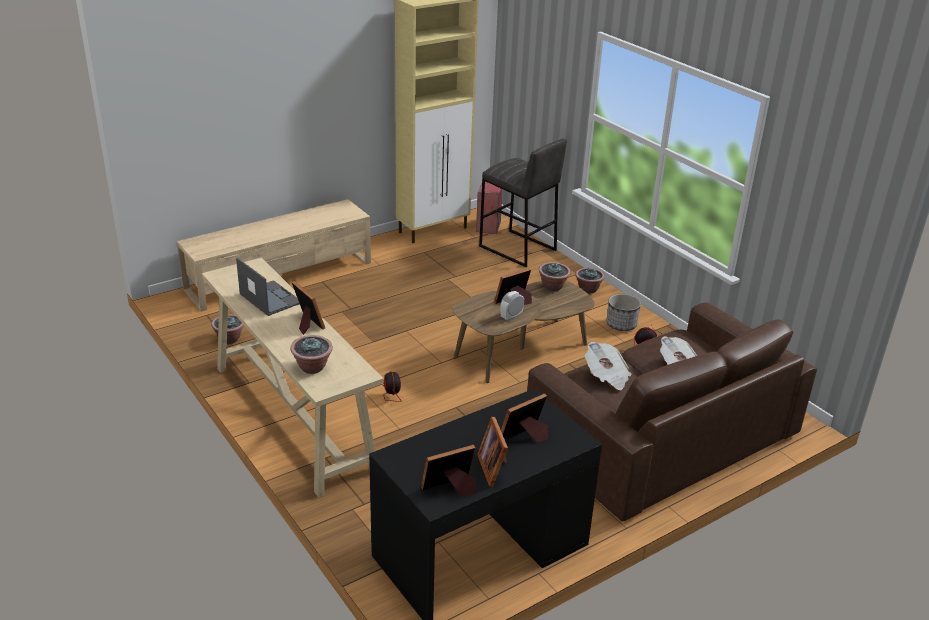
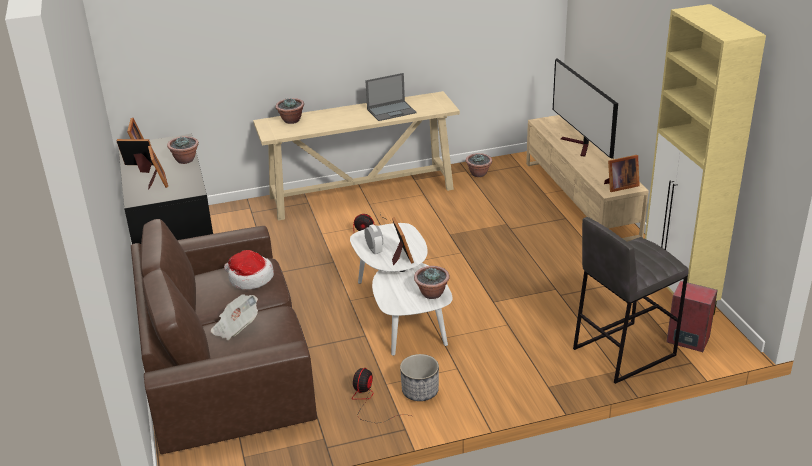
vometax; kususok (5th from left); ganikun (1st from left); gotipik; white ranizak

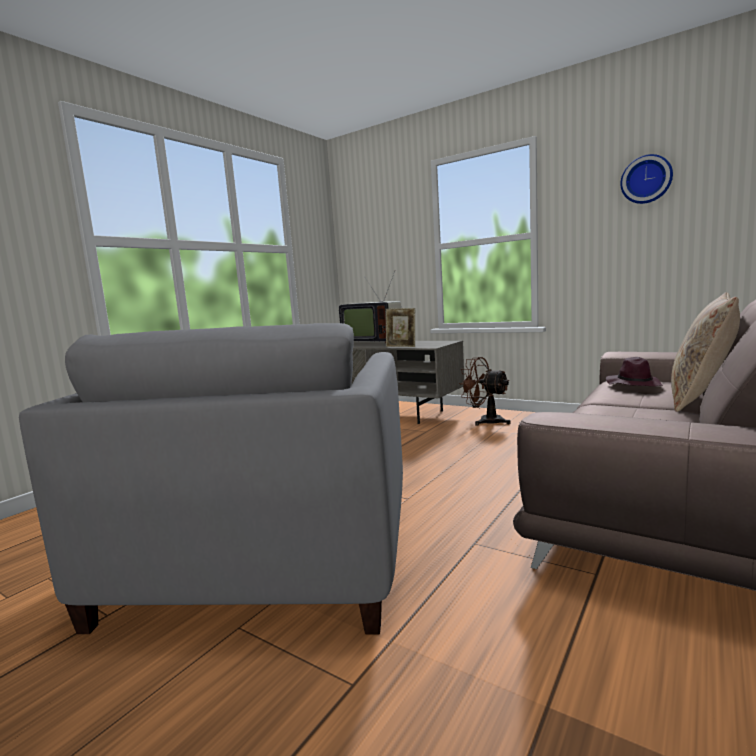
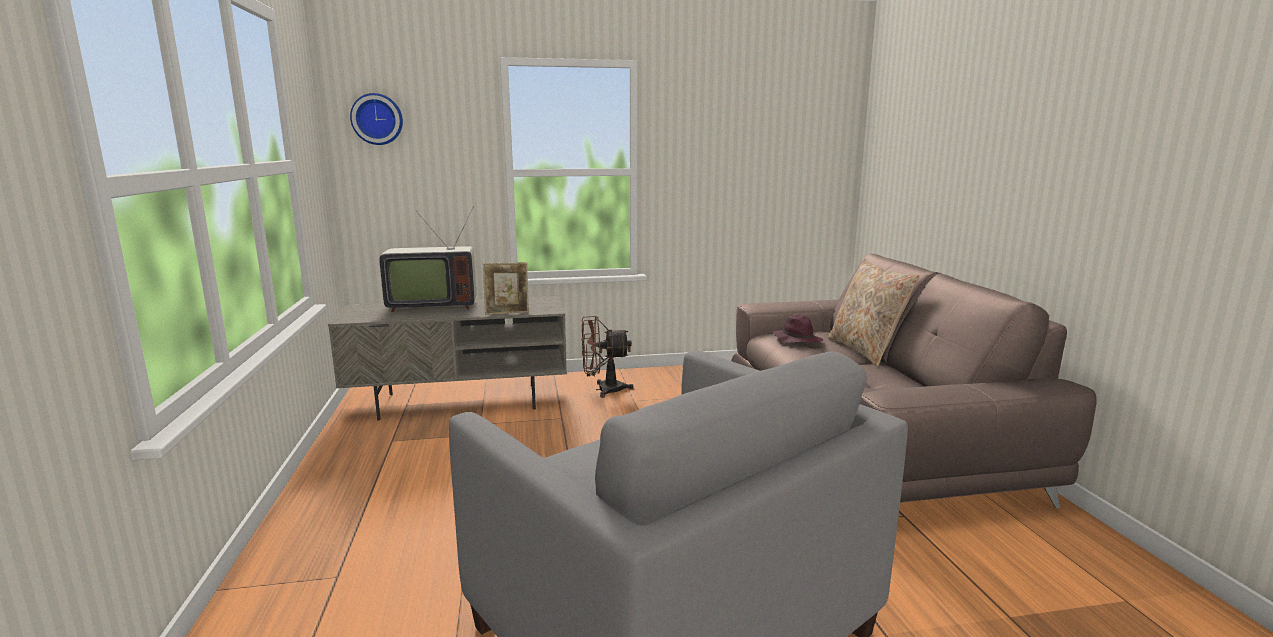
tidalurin

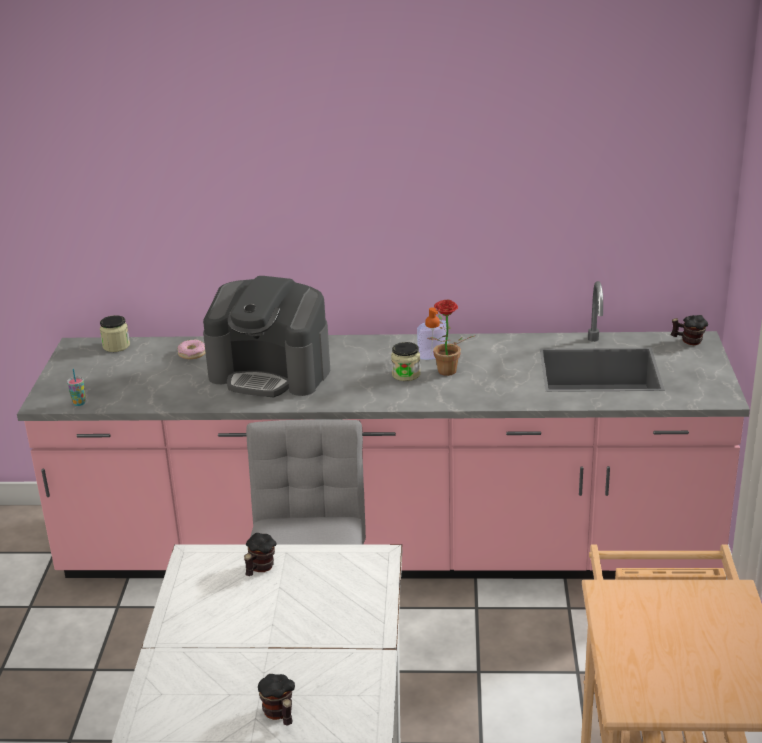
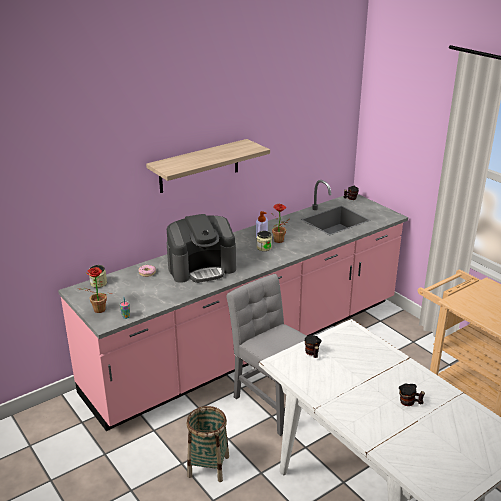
ganikun (1st from left); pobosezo; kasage

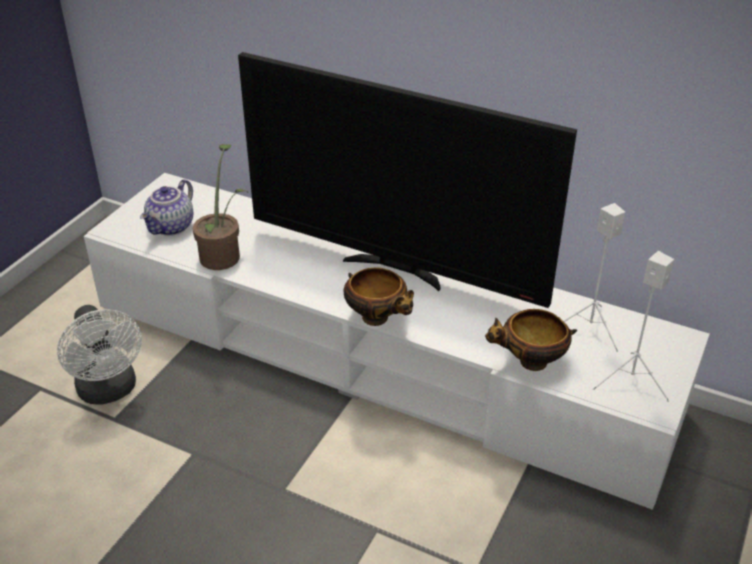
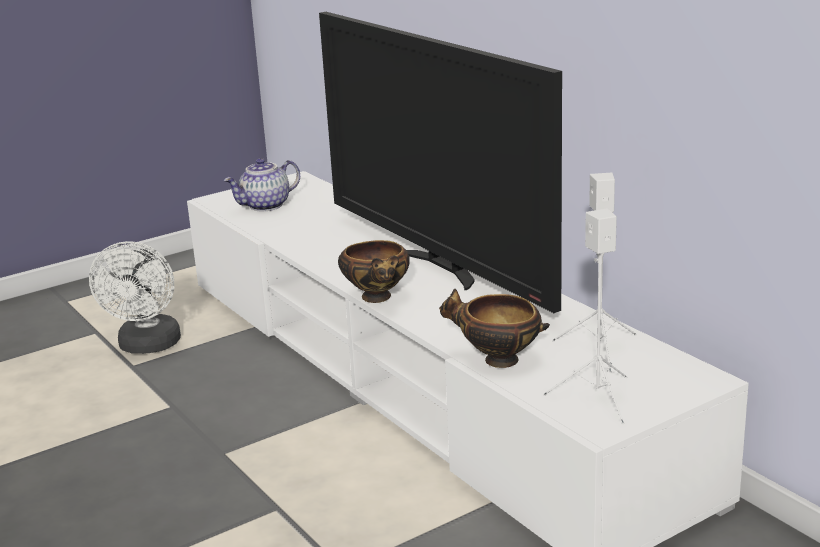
ganikun

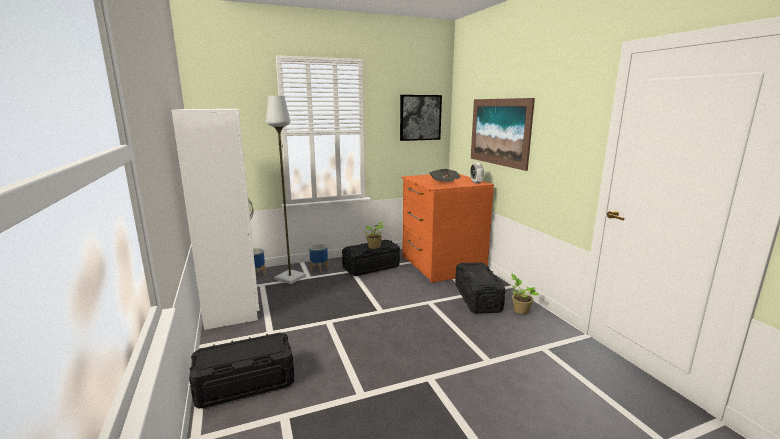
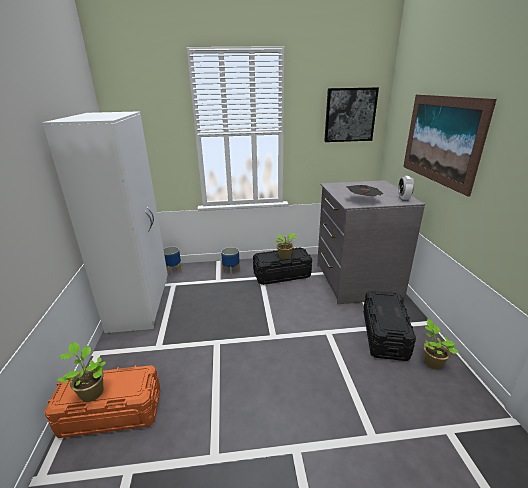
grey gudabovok; ganikun (1st from left); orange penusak; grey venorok

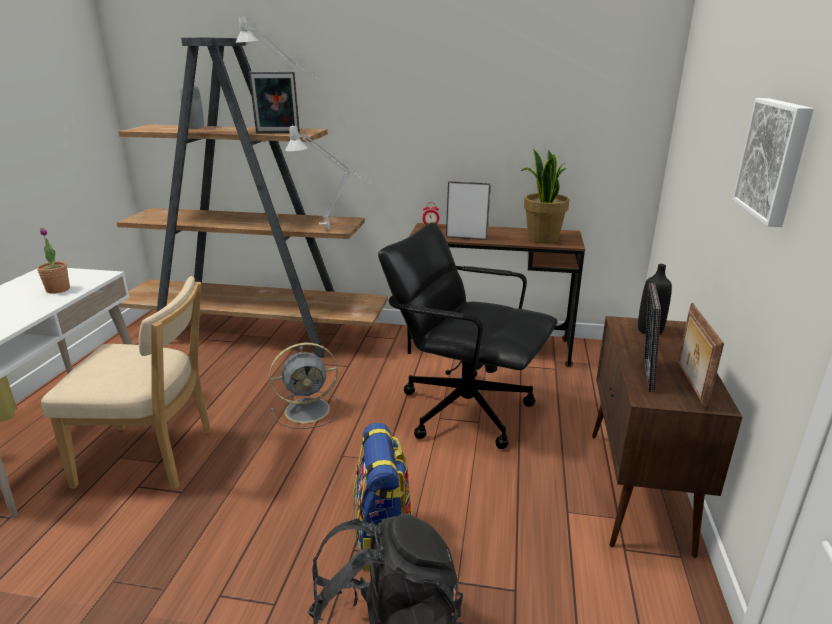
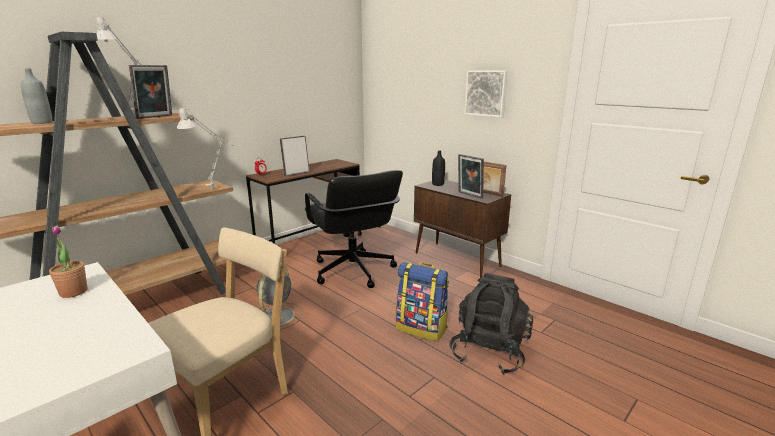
ganikun (2nd from left in the first image); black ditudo

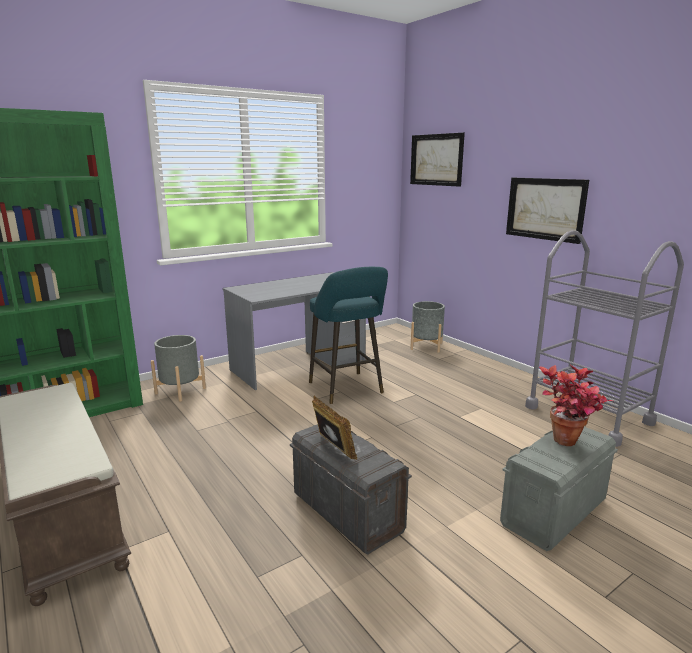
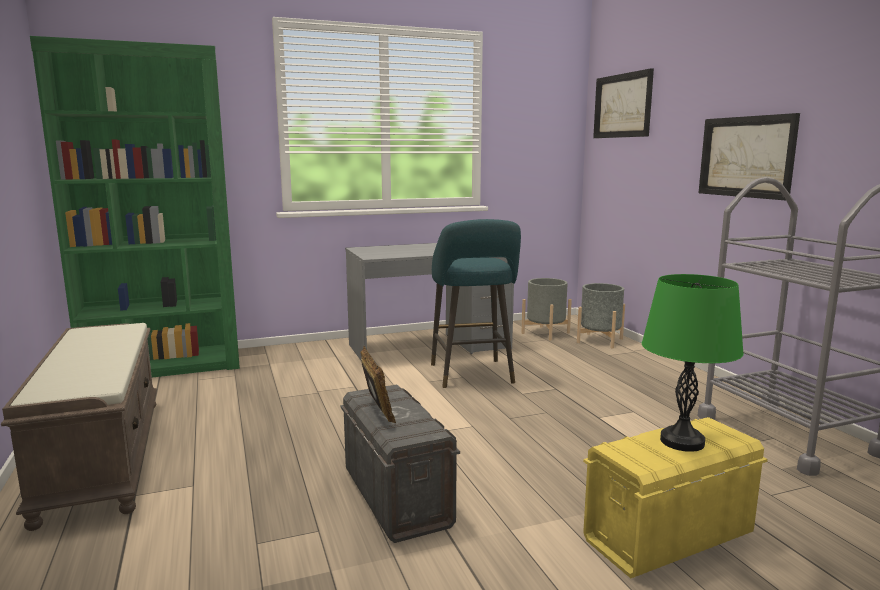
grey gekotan (1st from left); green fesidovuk; yellow penusak

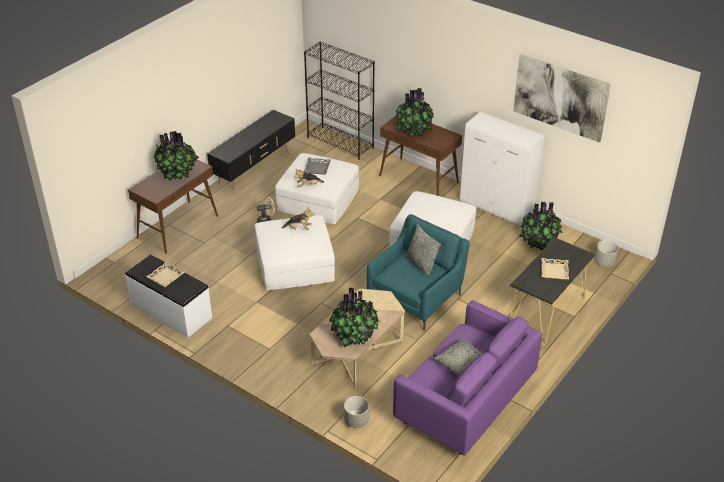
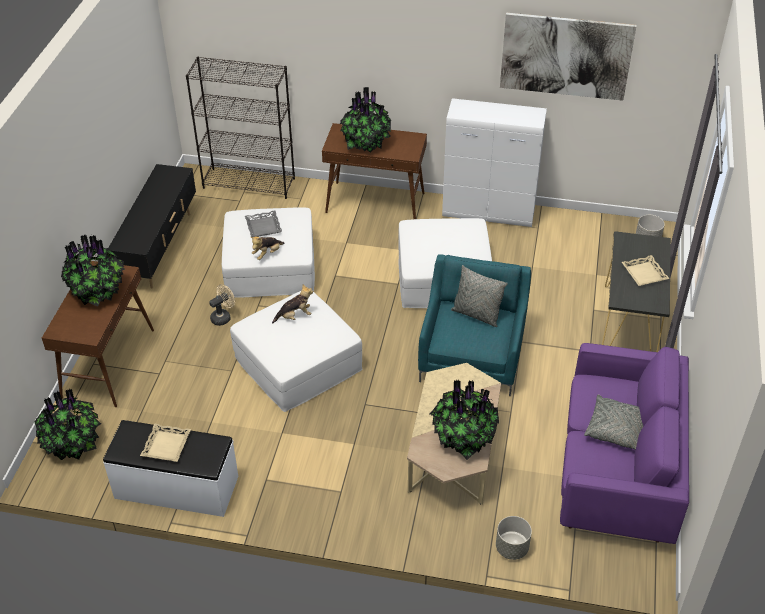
ganikun (1st from left)

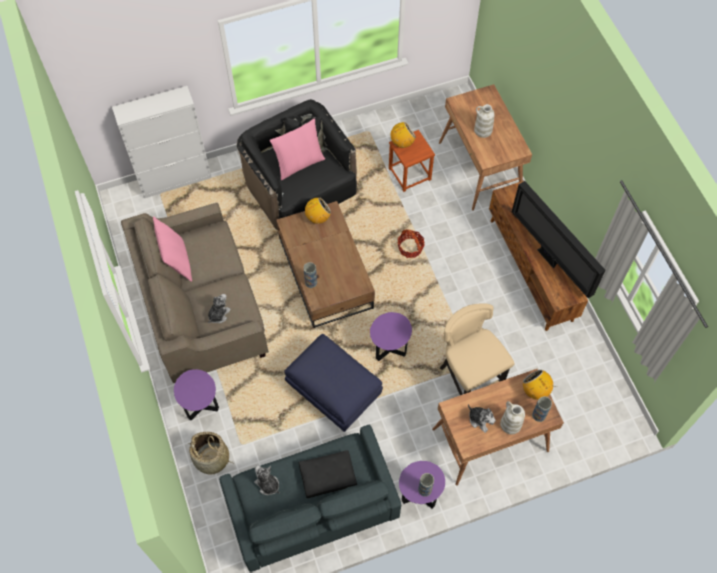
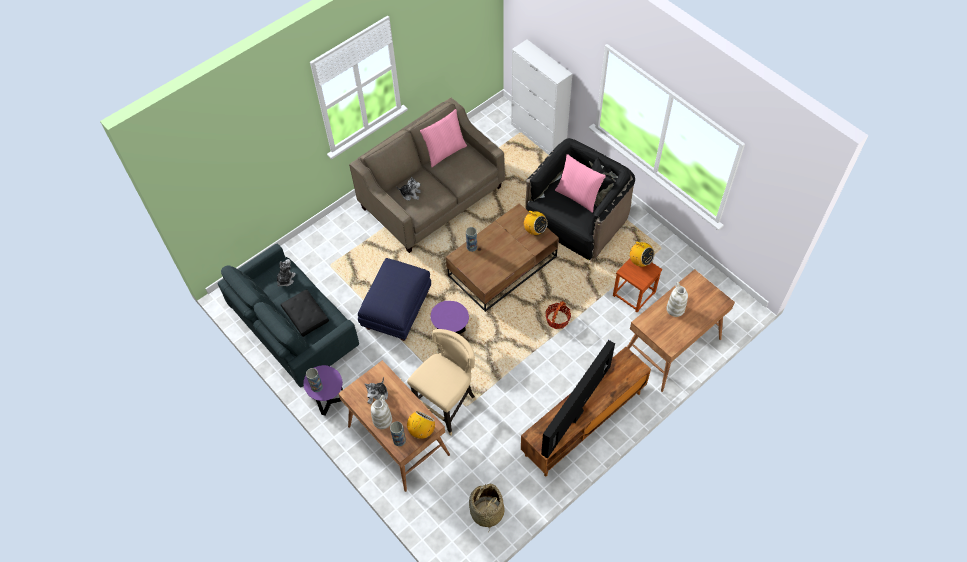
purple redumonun (1st from left in the first image); kasage (1st from left)

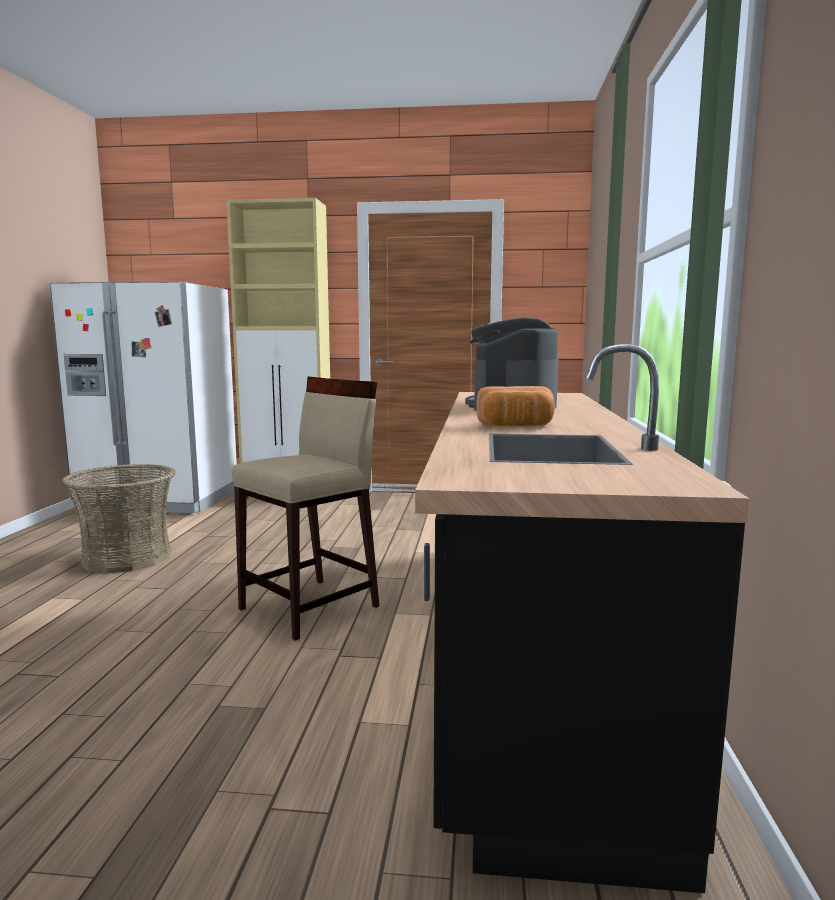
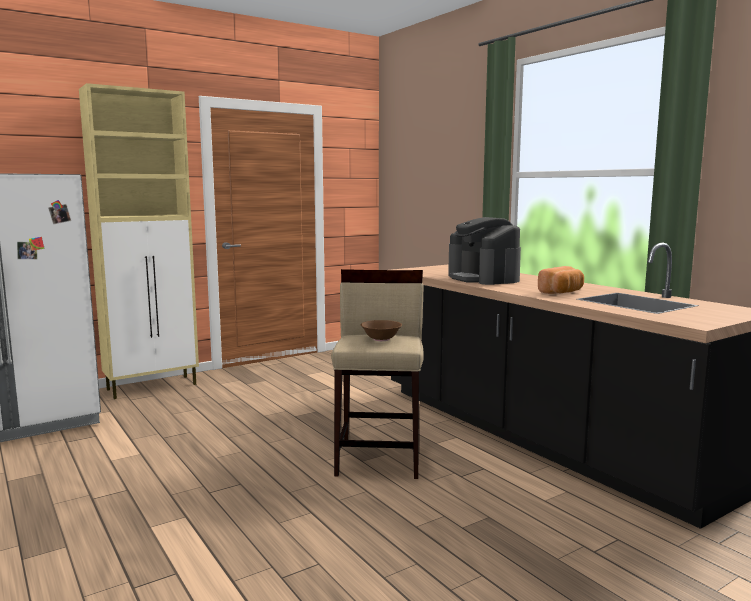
kasage; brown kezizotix

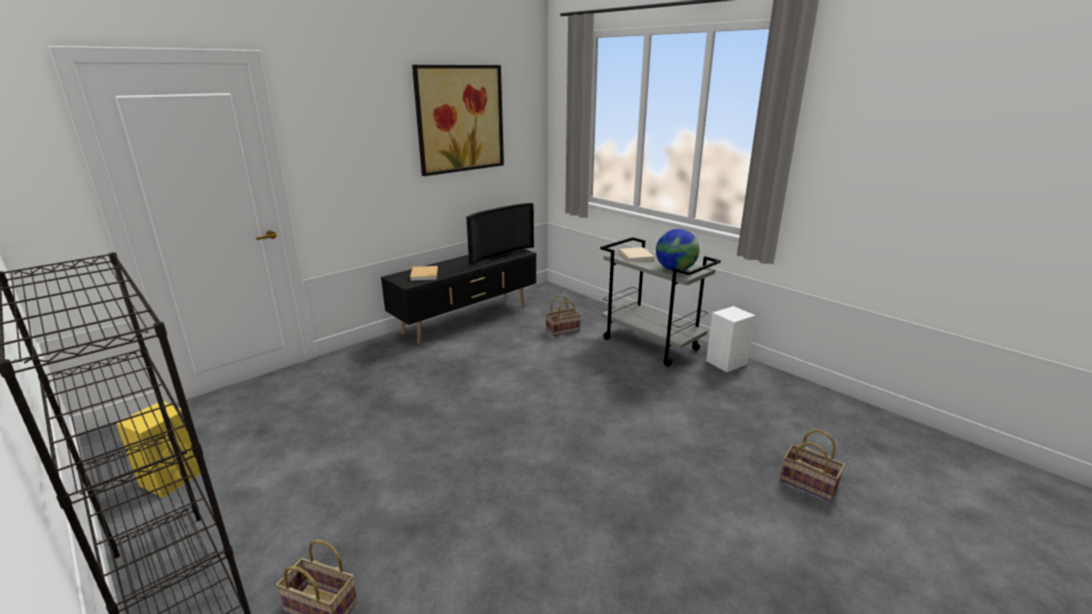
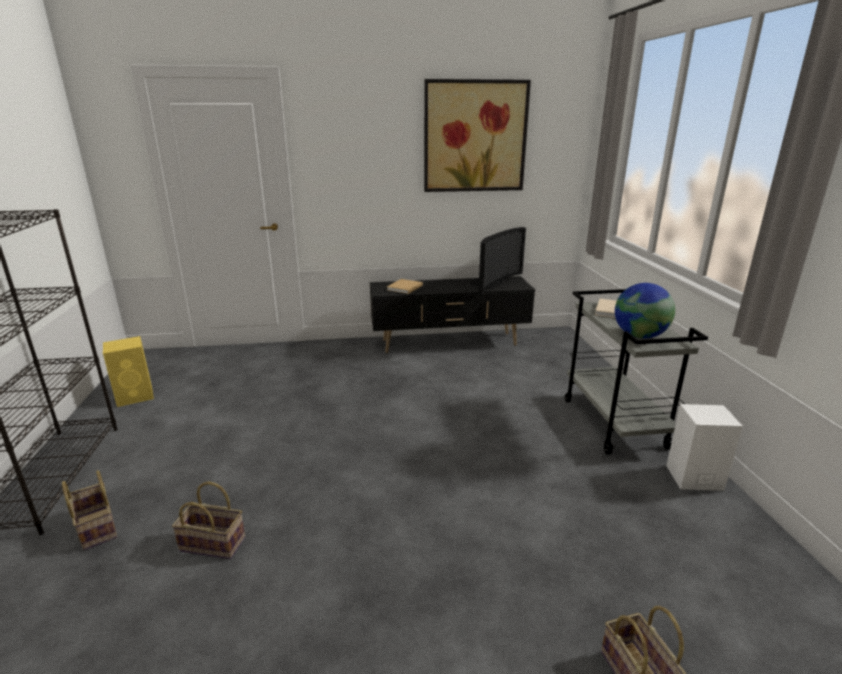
kasage (2nd from left); vometax

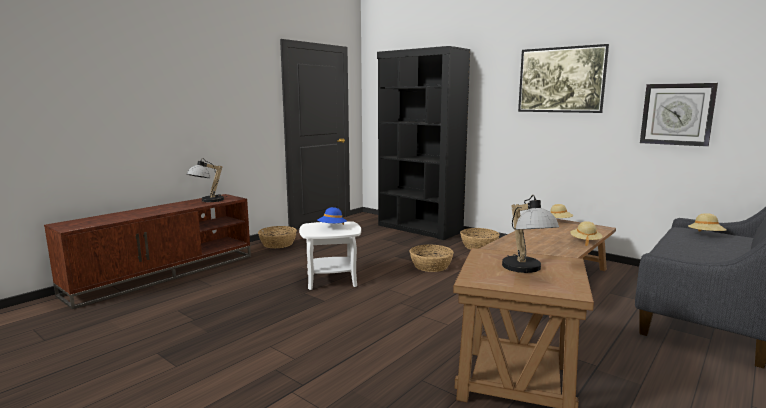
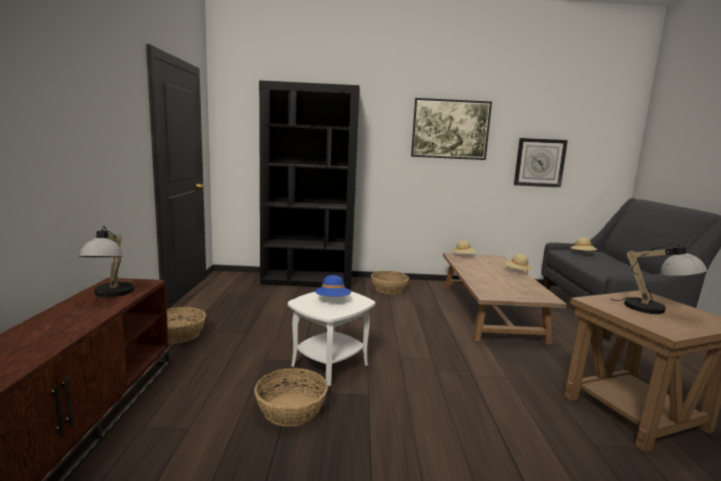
kasage (2nd from left)

